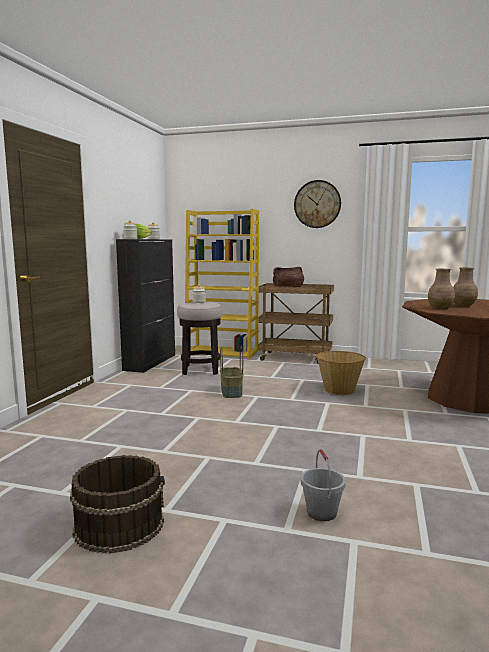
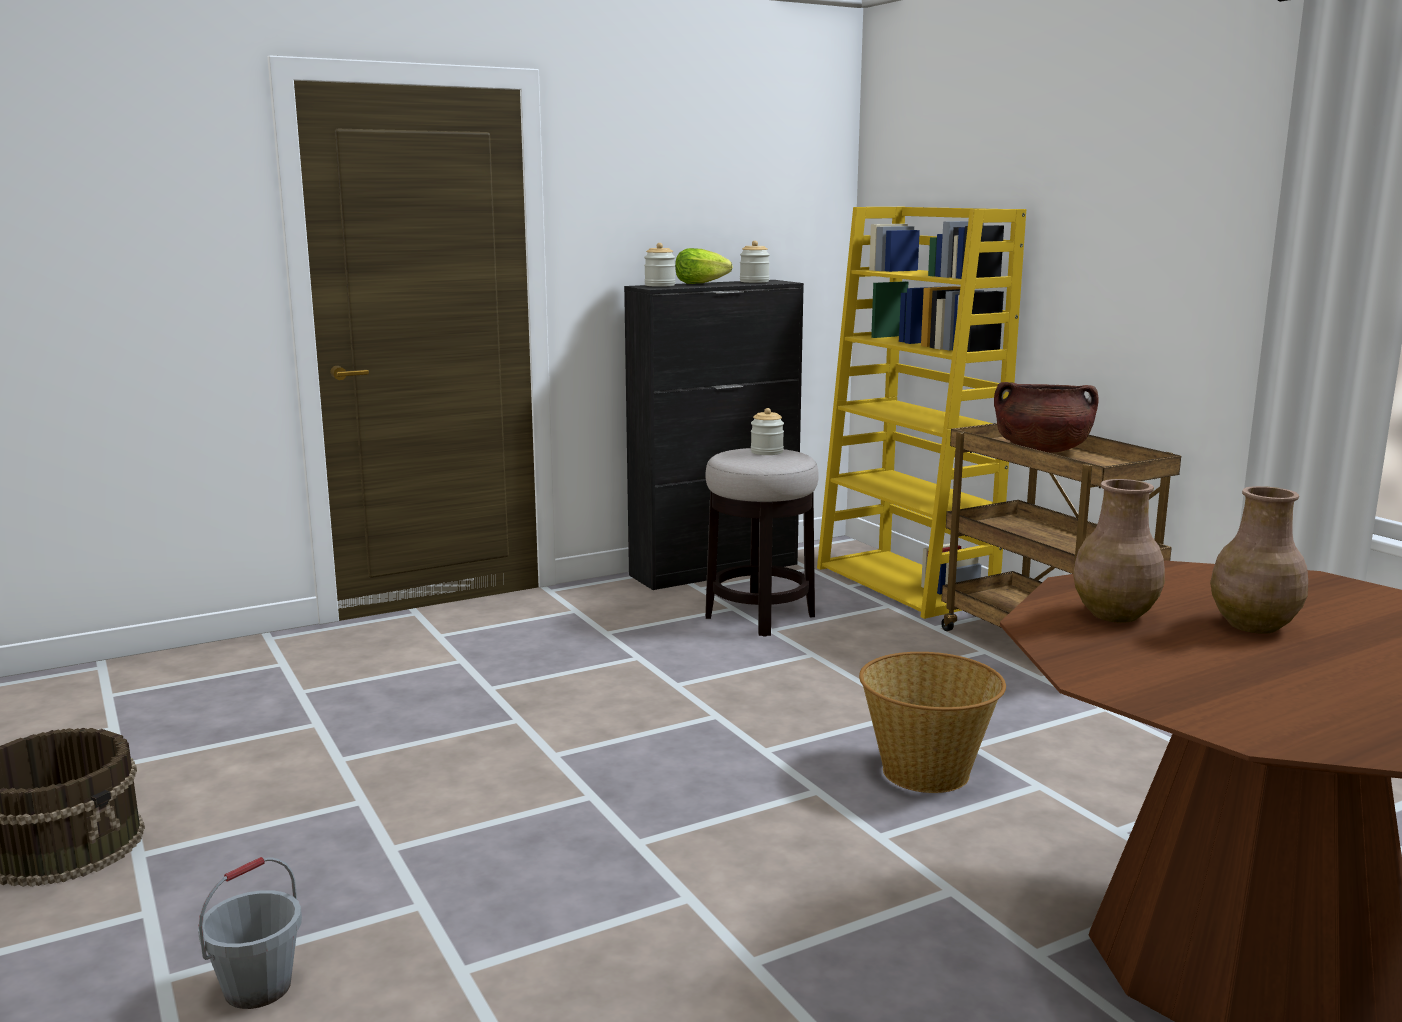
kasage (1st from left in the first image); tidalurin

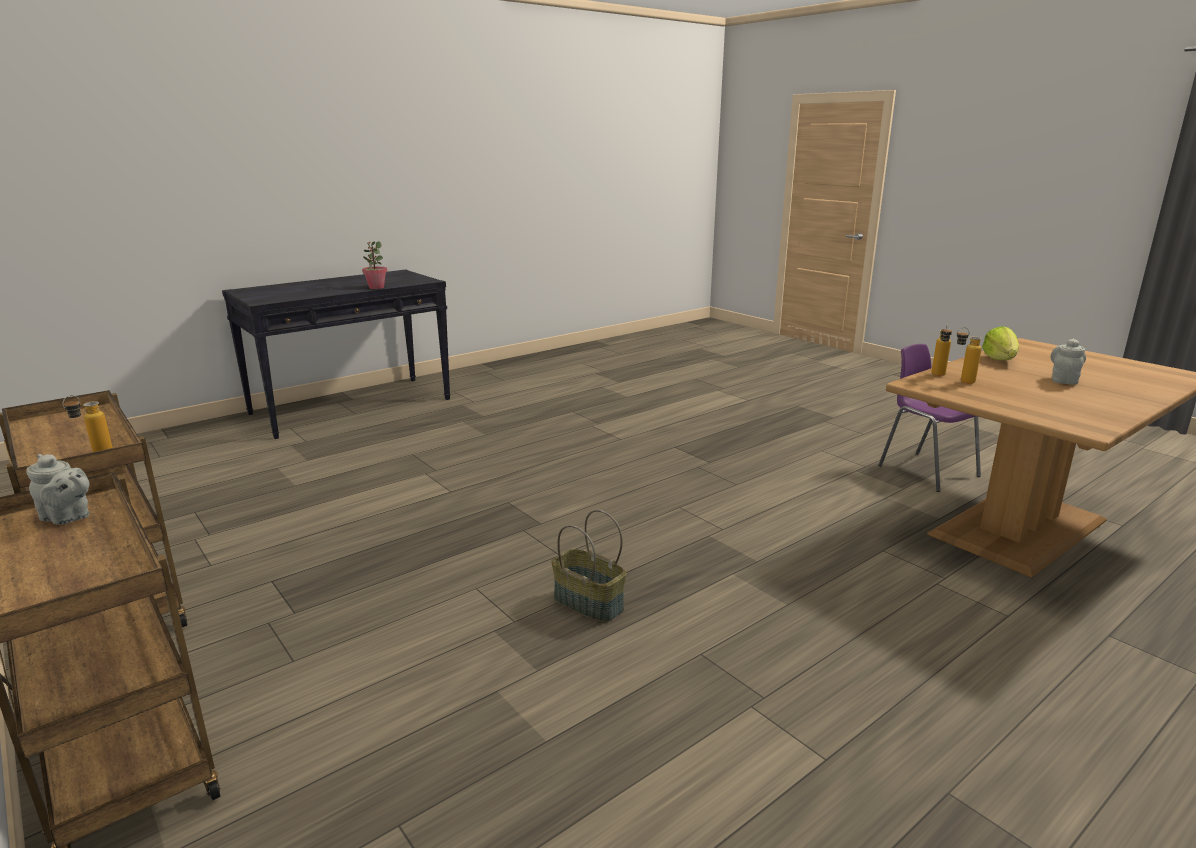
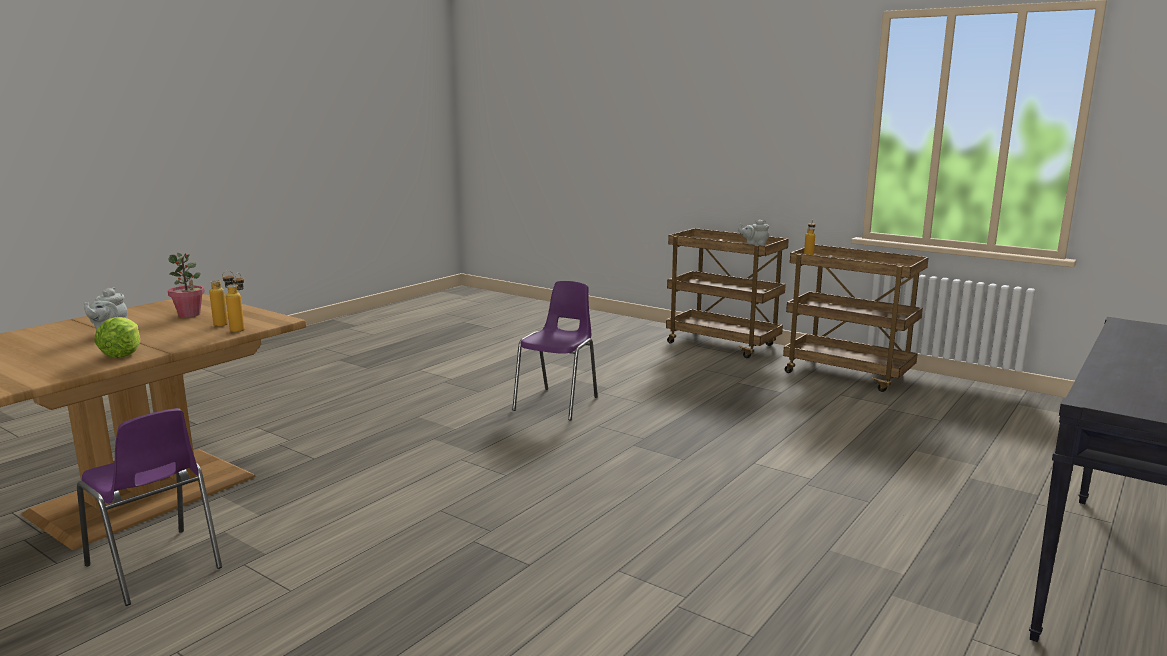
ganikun; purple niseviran (2nd from left)

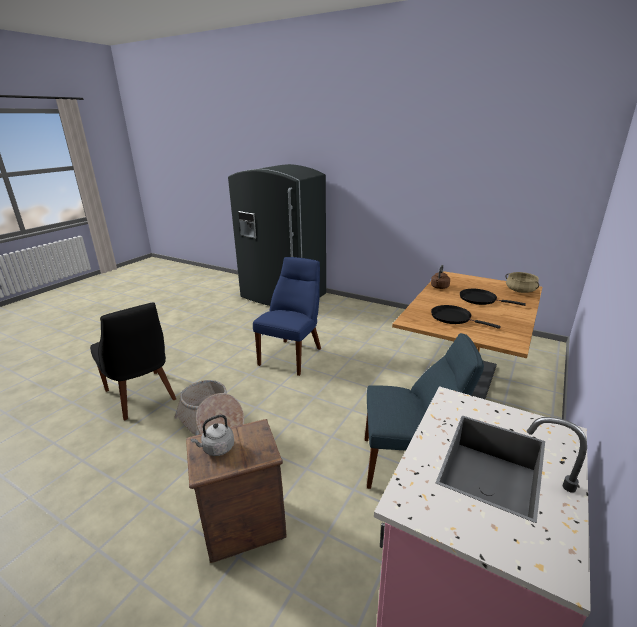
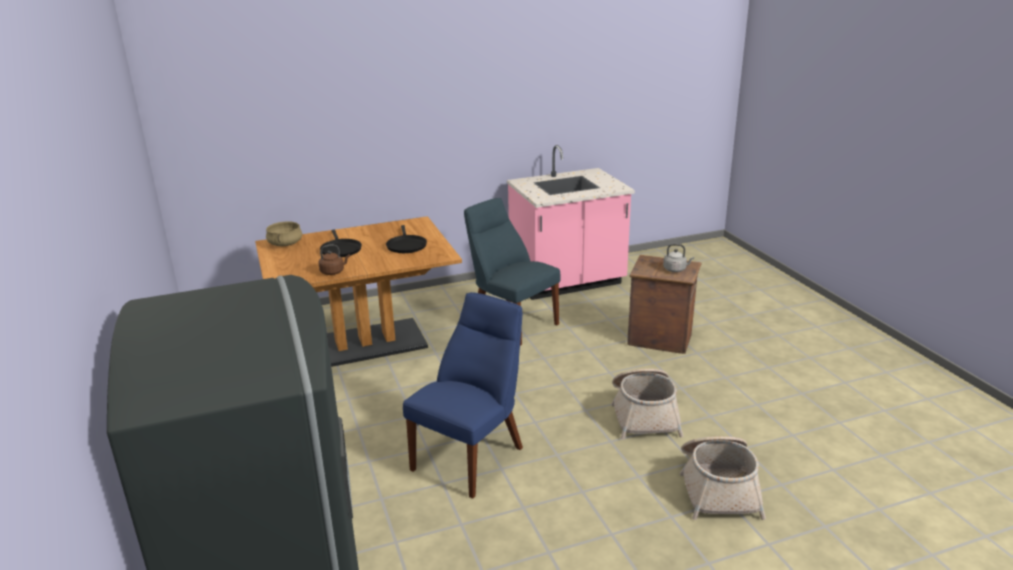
kasage (2nd from left); blue niseviran (1st from left)

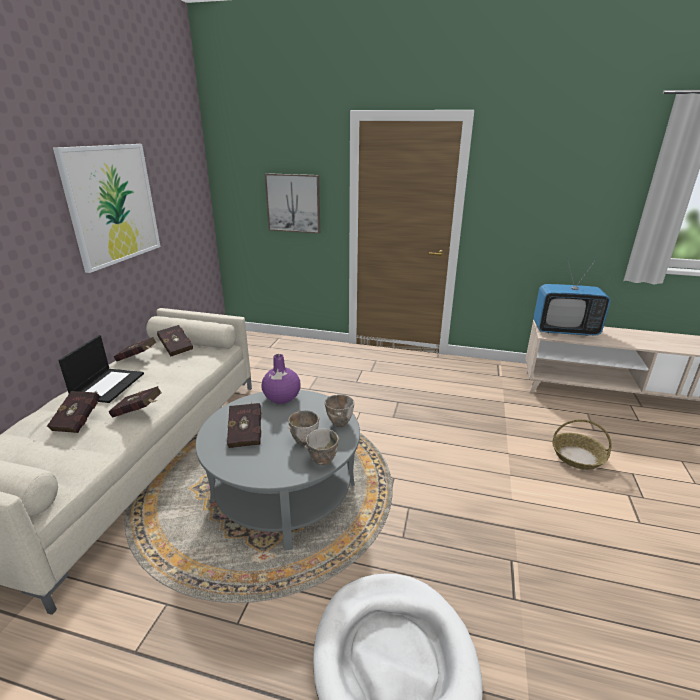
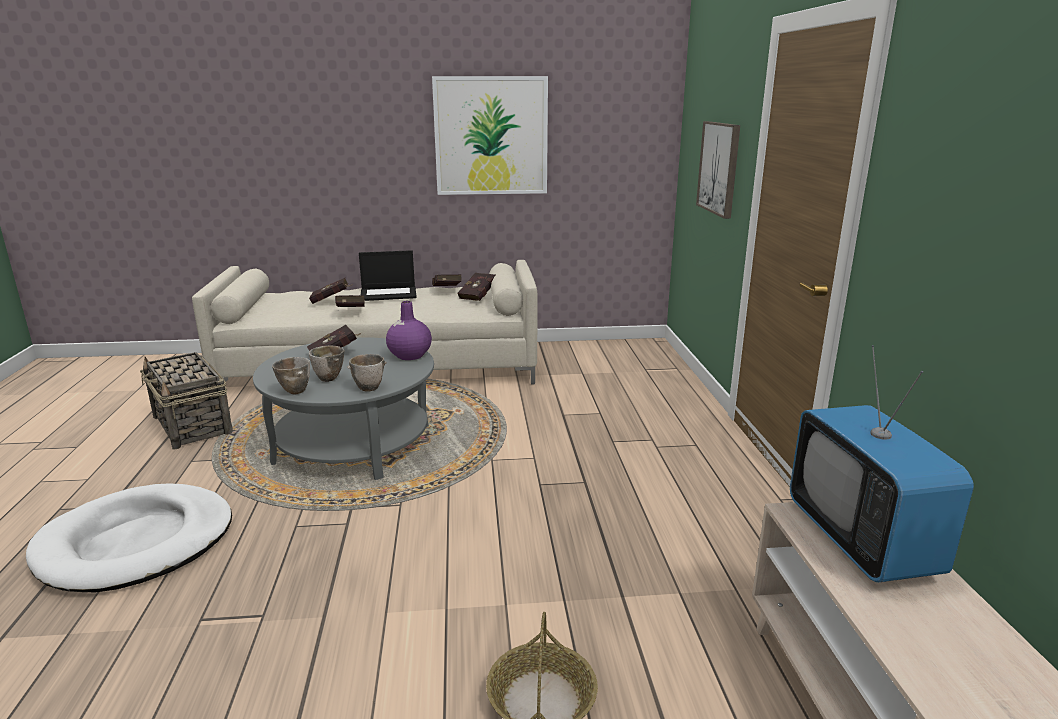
kasage (1st from left)

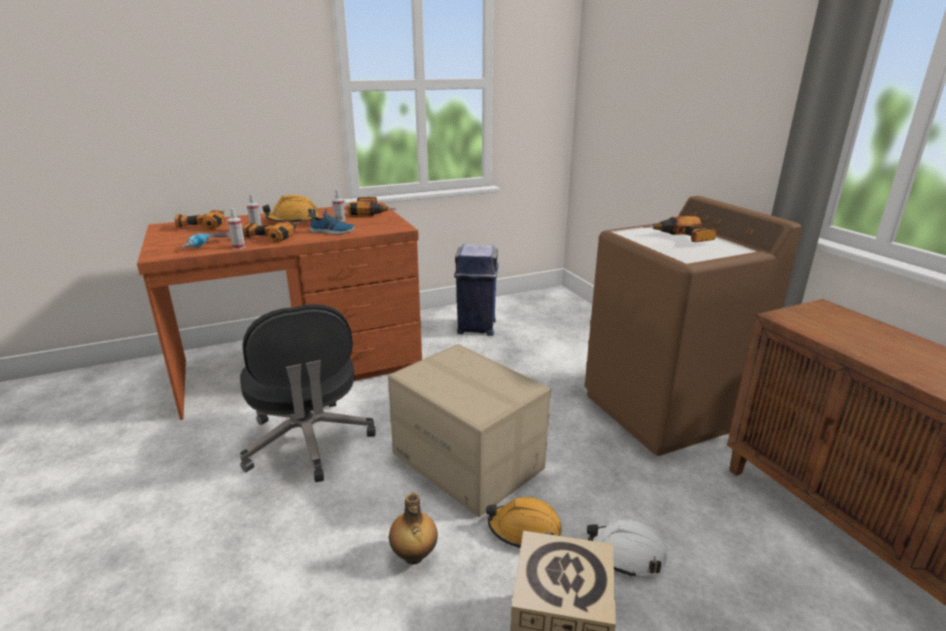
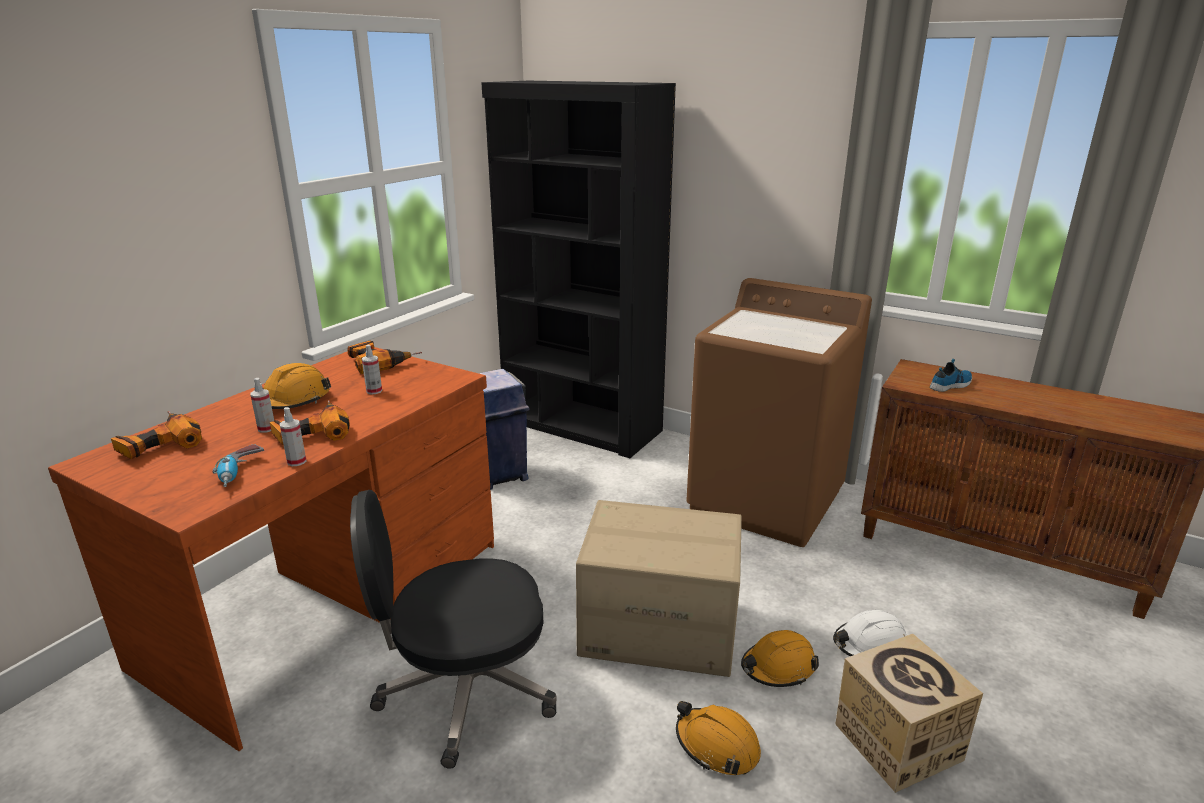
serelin (5th from left in the first image); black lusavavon; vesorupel; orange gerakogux (2nd from left); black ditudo

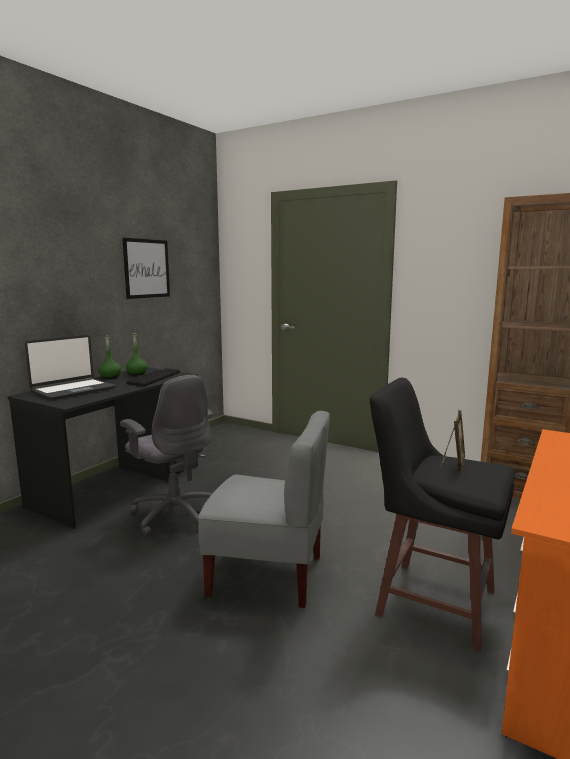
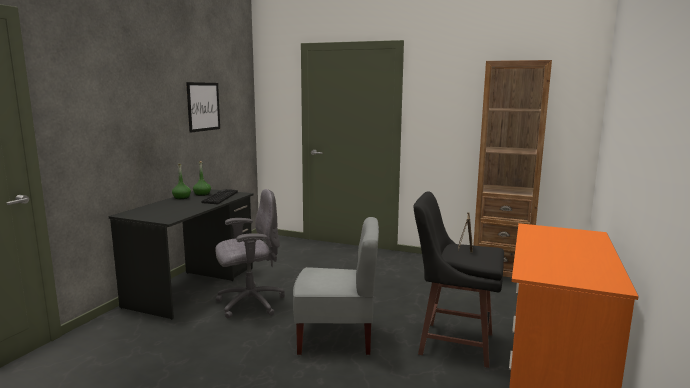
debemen; grey ditudo

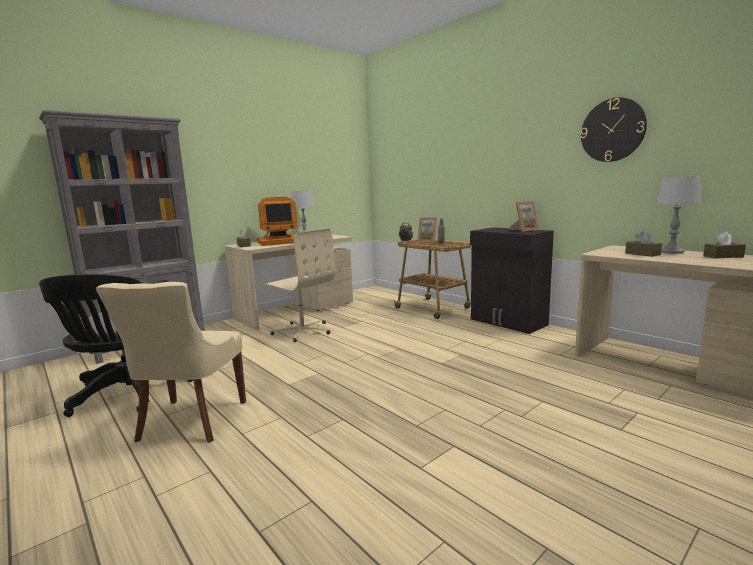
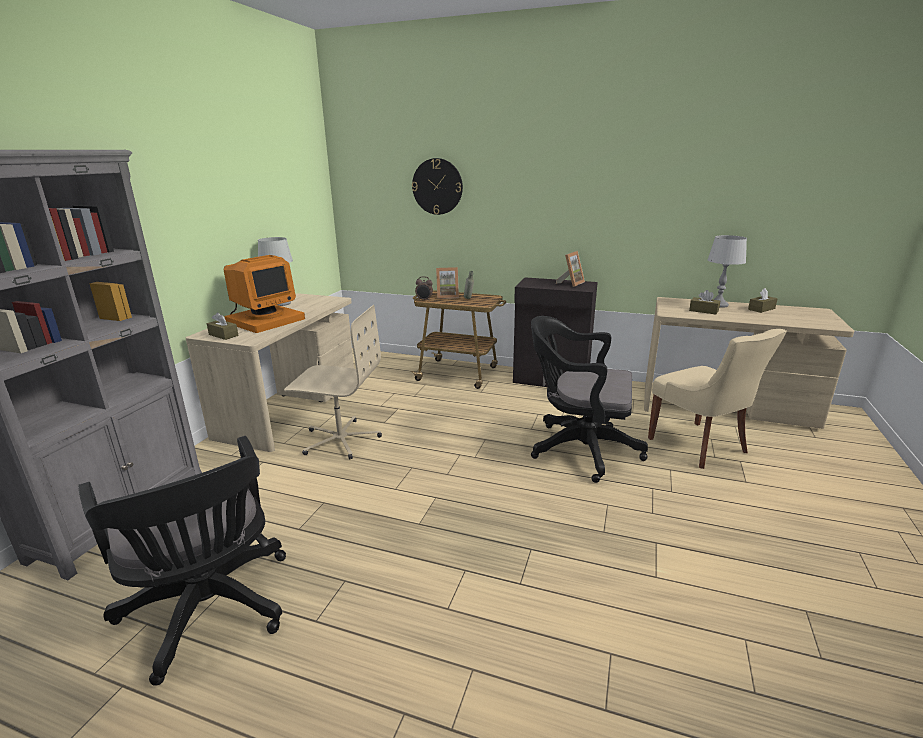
black ditudo (2nd from left); beige niseviran; tidalurin

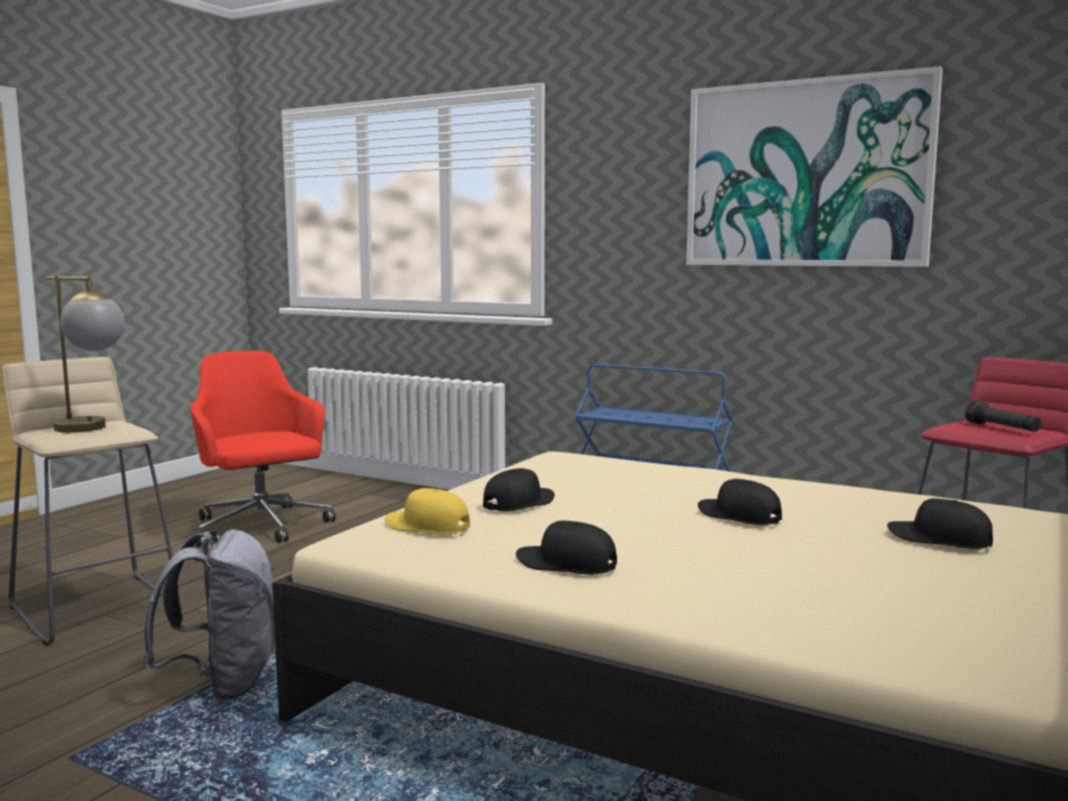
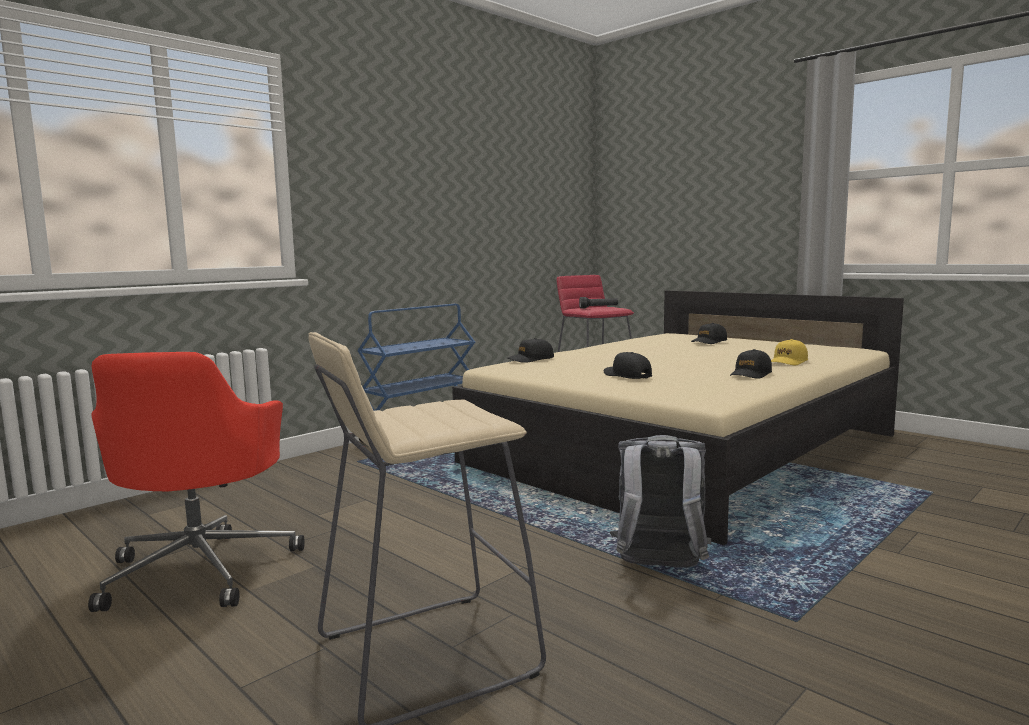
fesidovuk; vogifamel; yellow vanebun; black vanebun (1st from left); red ditudo

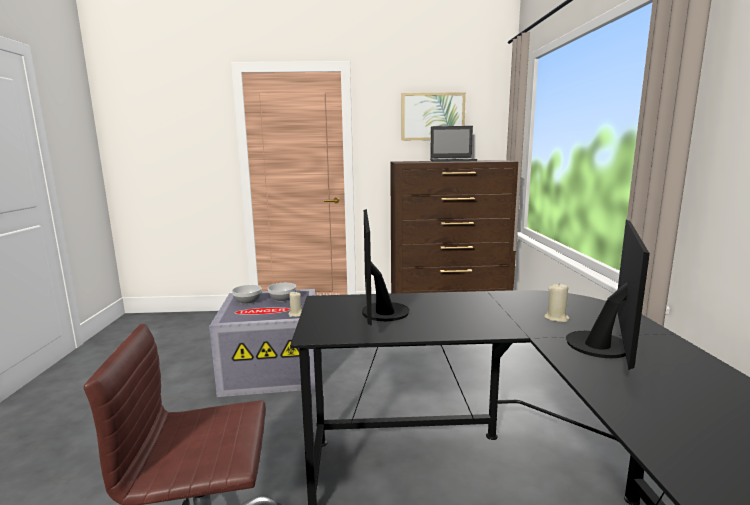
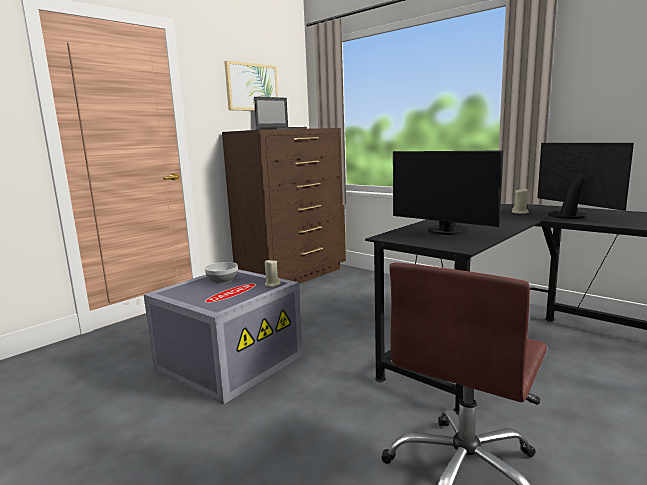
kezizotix (1st from left in the first image)

